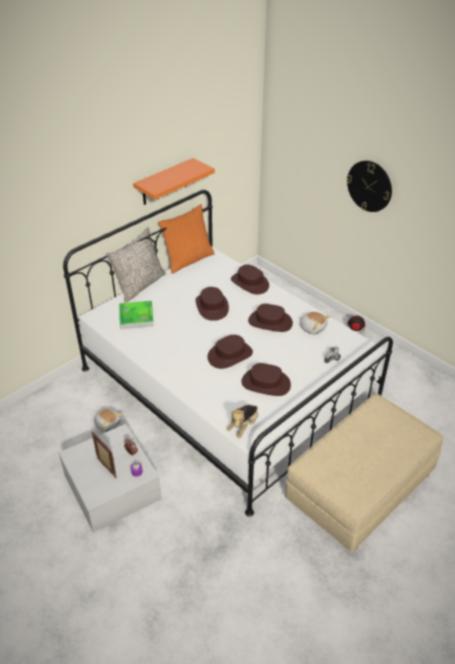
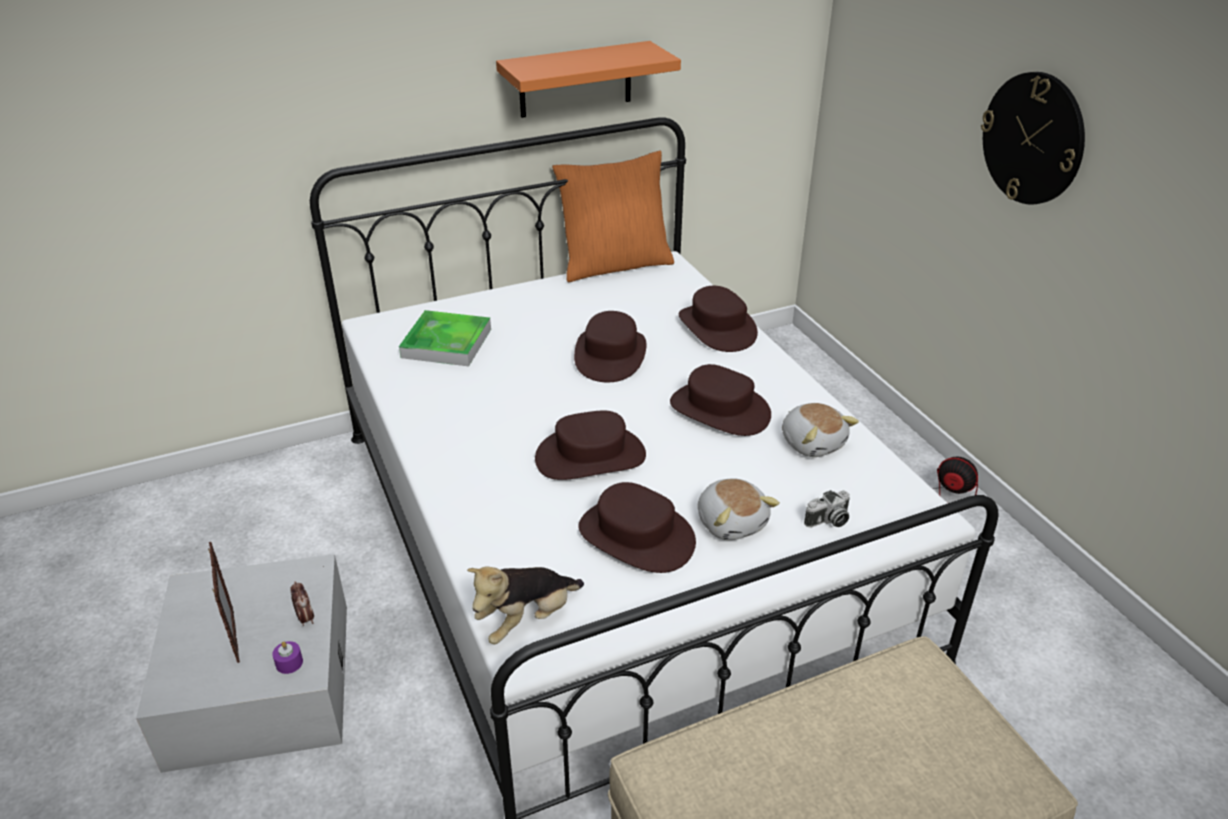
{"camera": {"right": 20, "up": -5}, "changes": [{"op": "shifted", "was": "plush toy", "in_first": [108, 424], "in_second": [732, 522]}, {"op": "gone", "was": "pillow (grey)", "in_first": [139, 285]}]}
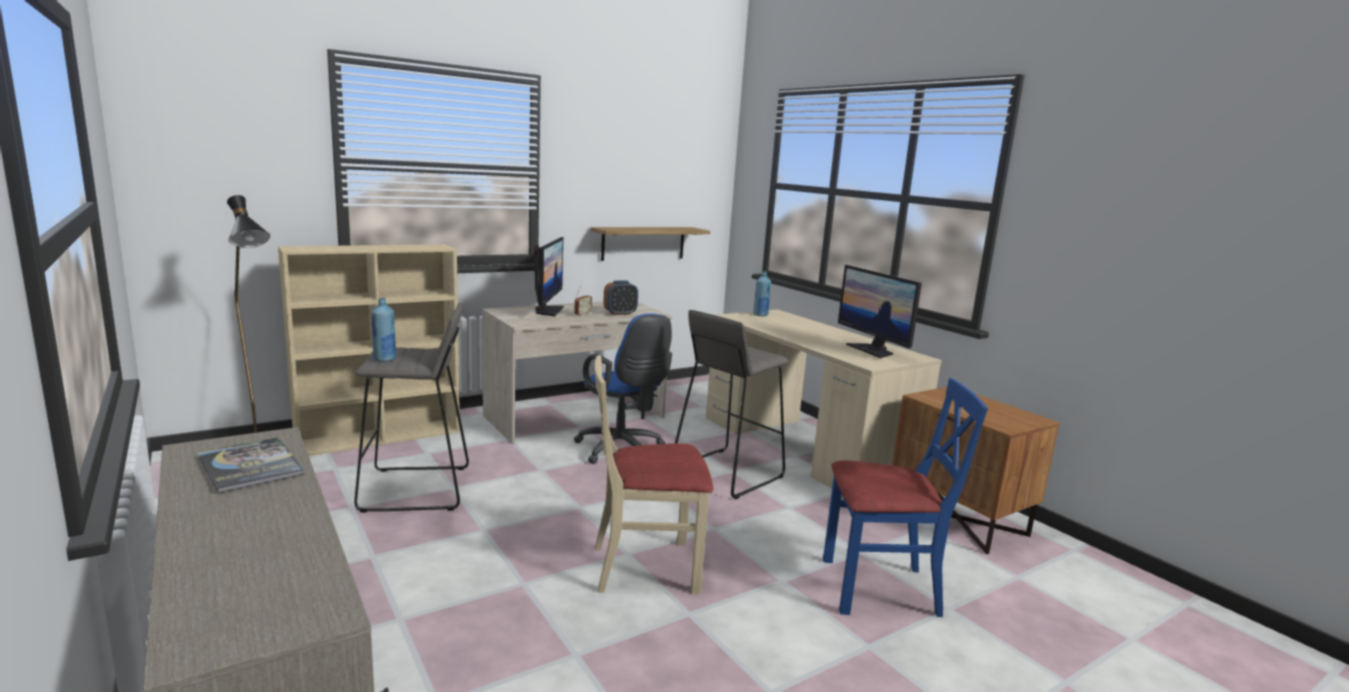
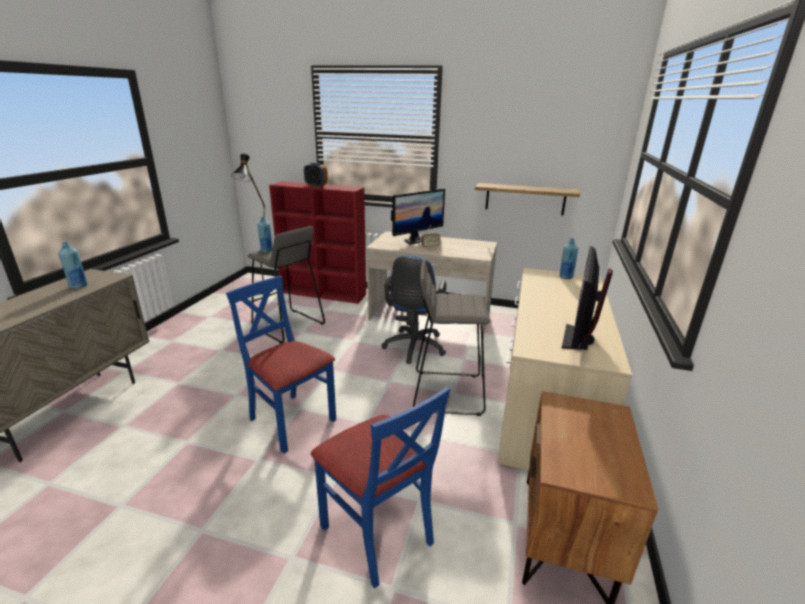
{"camera": {"right": 50, "up": 10}, "changes": [{"op": "swapped", "was": "book", "now": "bottle (blue)", "in_first": [250, 466], "in_second": [78, 286]}, {"op": "repainted", "was": "chair (beige)", "now": "chair (blue)", "in_first": [645, 567], "in_second": [291, 420]}, {"op": "repainted", "was": "bookcase (beige)", "now": "bookcase (red)", "in_first": [381, 436], "in_second": [324, 293]}, {"op": "shifted", "was": "alarm clock", "in_first": [620, 313], "in_second": [316, 186]}]}
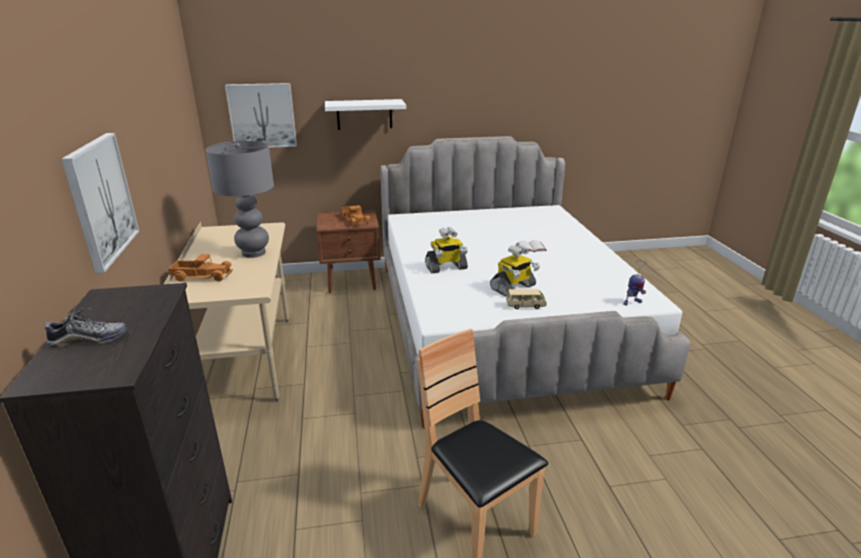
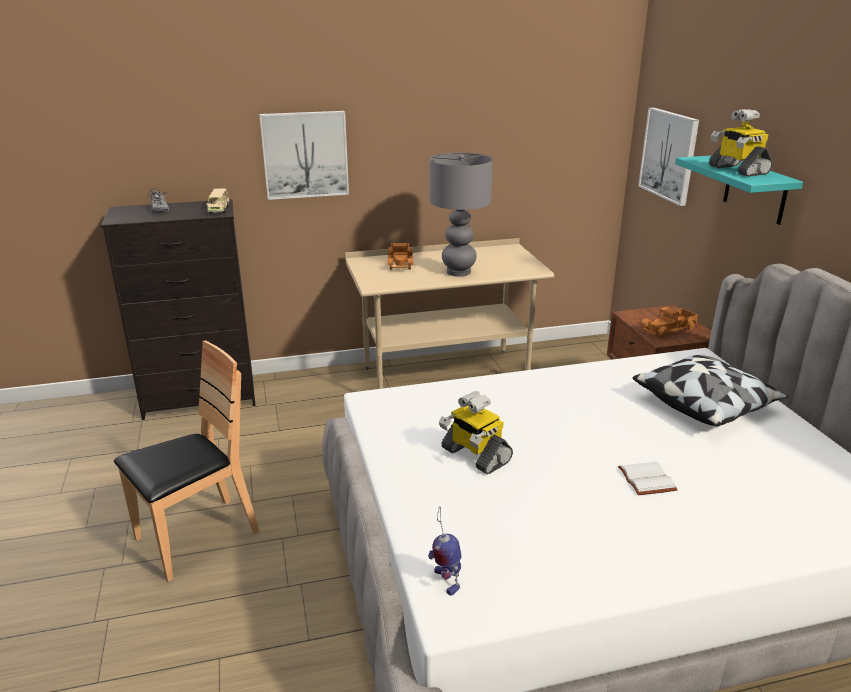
{"camera": {"right": 85, "up": 0}, "changes": [{"op": "shifted", "was": "toy car (beige)", "in_first": [525, 305], "in_second": [219, 210]}, {"op": "new", "now": "pillow", "in_second": [705, 404]}, {"op": "repainted", "was": "shelf (white)", "now": "shelf (turquoise)", "in_first": [364, 114], "in_second": [755, 190]}, {"op": "shifted", "was": "toy robot", "in_first": [446, 268], "in_second": [737, 170]}]}
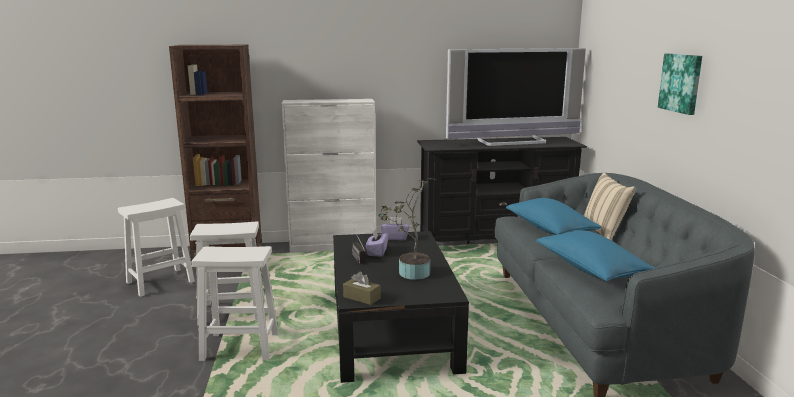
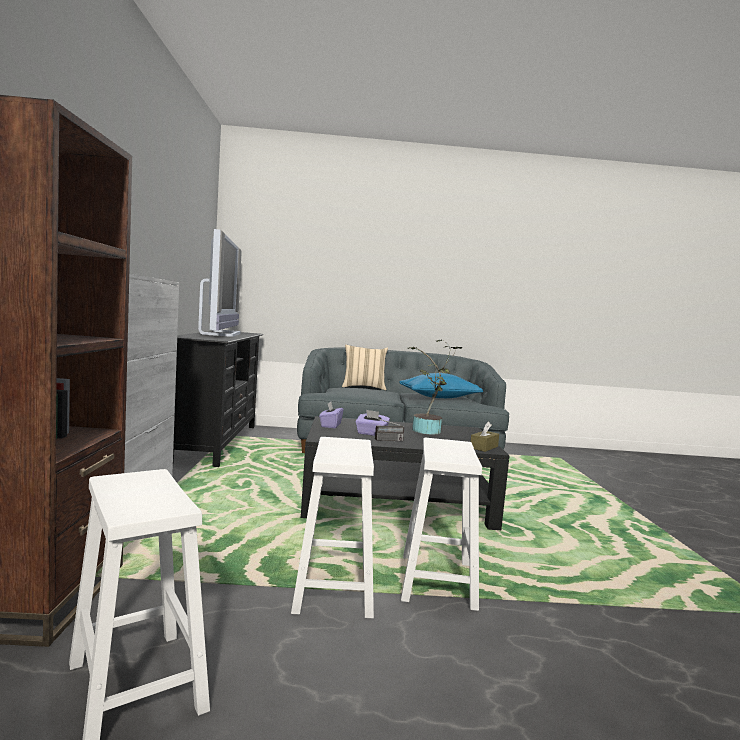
{"camera": {"right": -85, "up": -10}, "changes": [{"op": "gone", "was": "pillow (blue)", "in_first": [550, 229]}, {"op": "gone", "was": "picture", "in_first": [681, 83]}]}
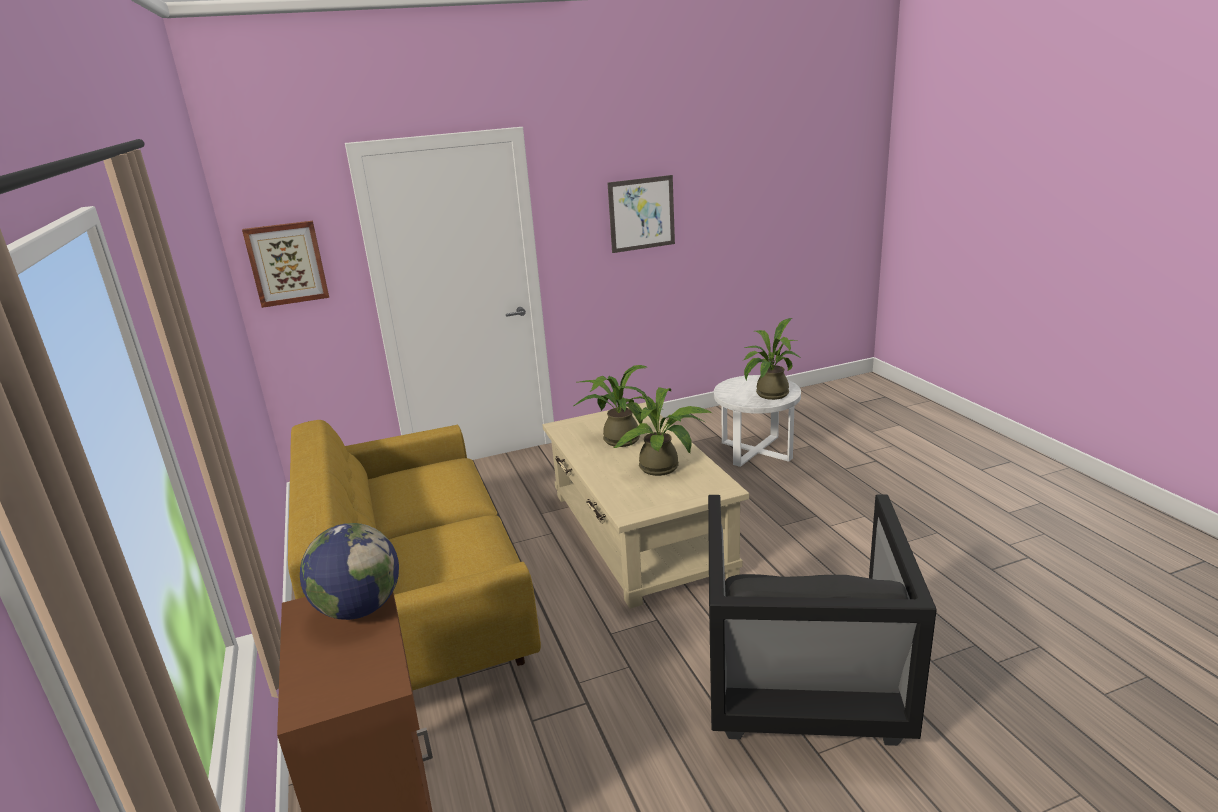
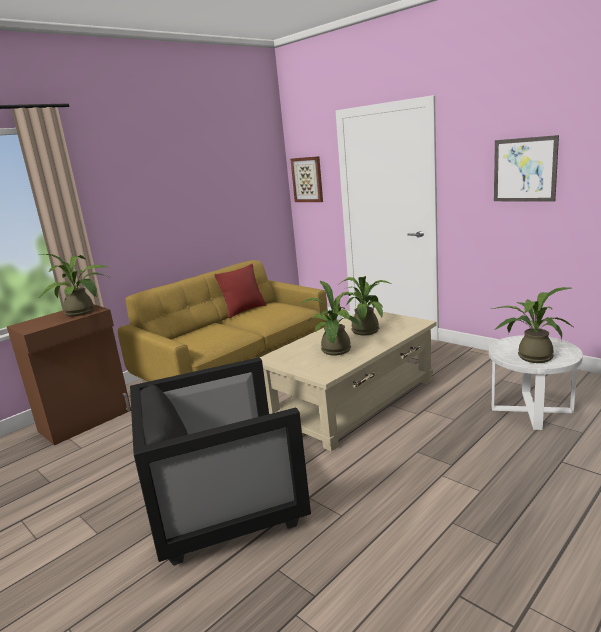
{"camera": {"right": 65, "up": -5}, "changes": [{"op": "swapped", "was": "globe", "now": "potted plant", "in_first": [359, 609], "in_second": [83, 312]}, {"op": "new", "now": "pillow (red)", "in_second": [244, 310]}]}
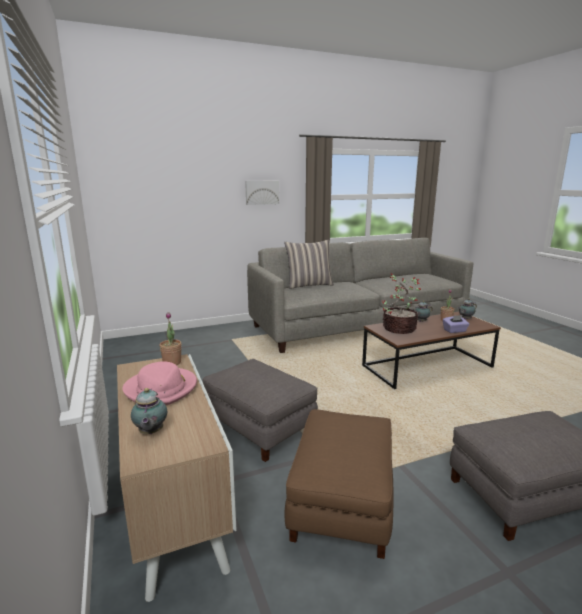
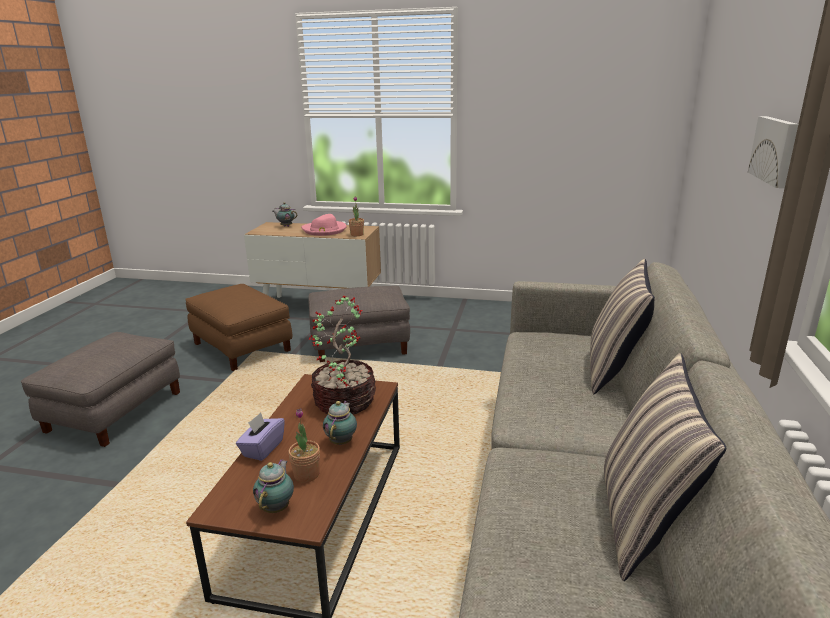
{"camera": {"right": 125, "up": 5}, "changes": [{"op": "new", "now": "pillow", "in_second": [643, 522]}]}
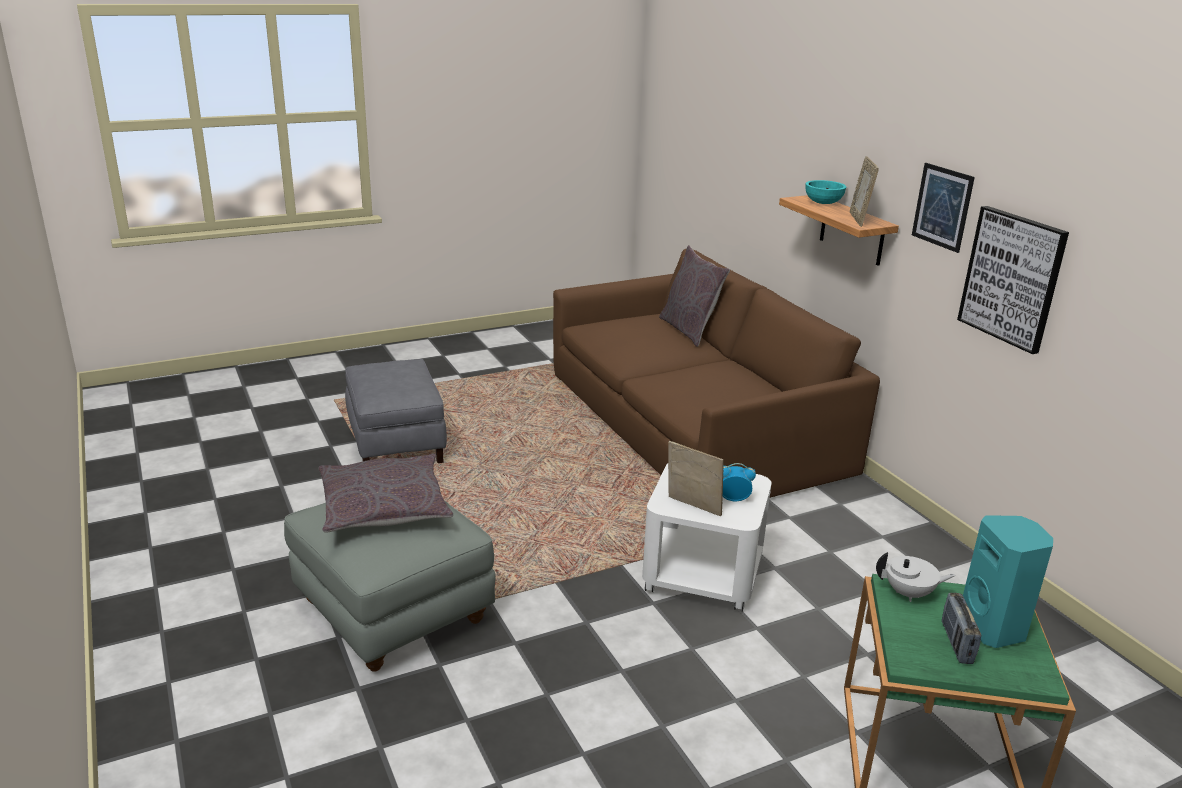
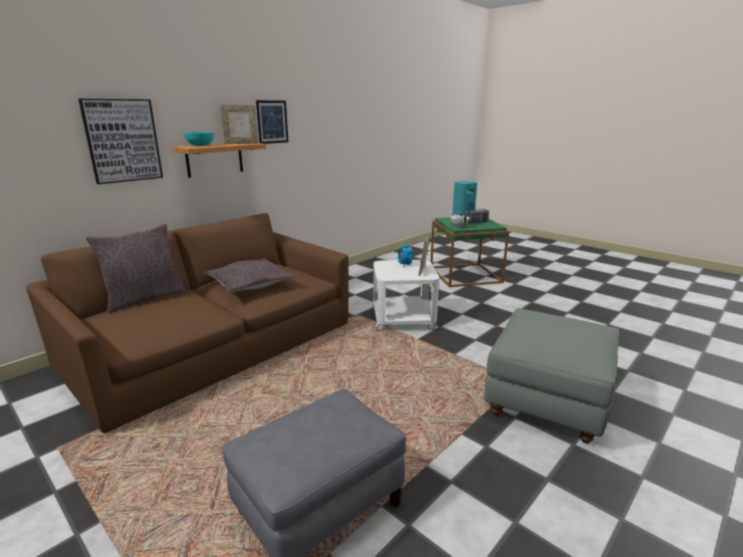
{"camera": {"right": -110, "up": -5}, "changes": [{"op": "shifted", "was": "picture", "in_first": [1012, 278], "in_second": [122, 140]}, {"op": "shifted", "was": "pillow (grey)", "in_first": [384, 506], "in_second": [249, 284]}]}
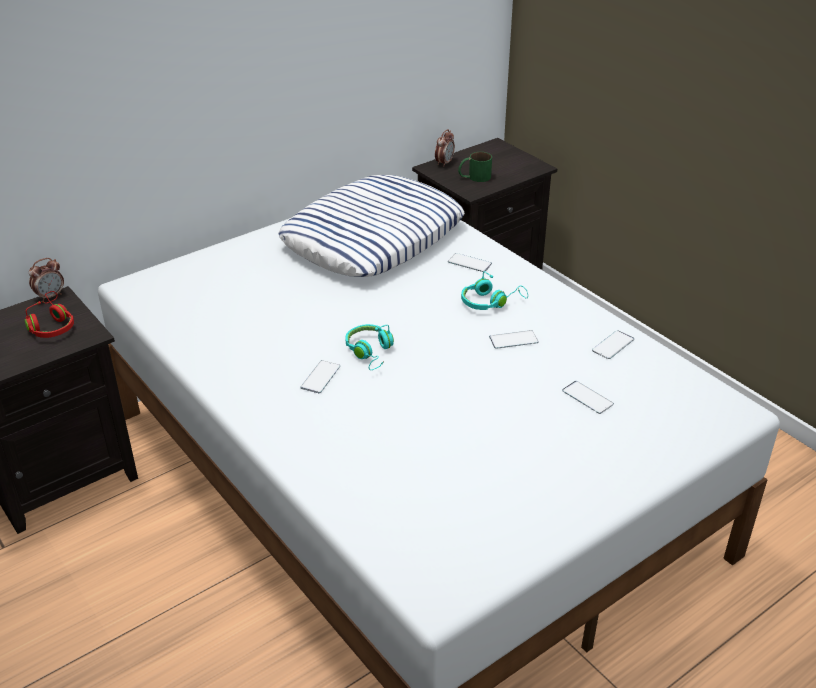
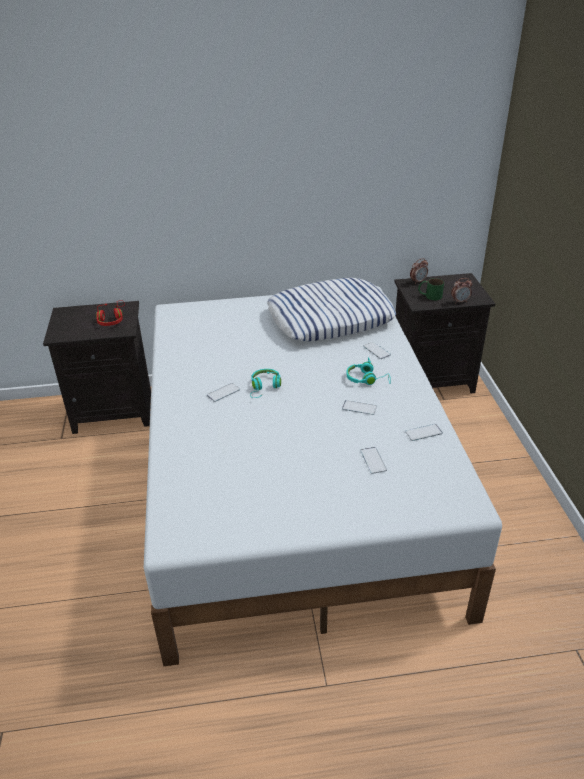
{"camera": {"right": 30, "up": 0}, "changes": [{"op": "shifted", "was": "alarm clock", "in_first": [50, 296], "in_second": [460, 301]}]}
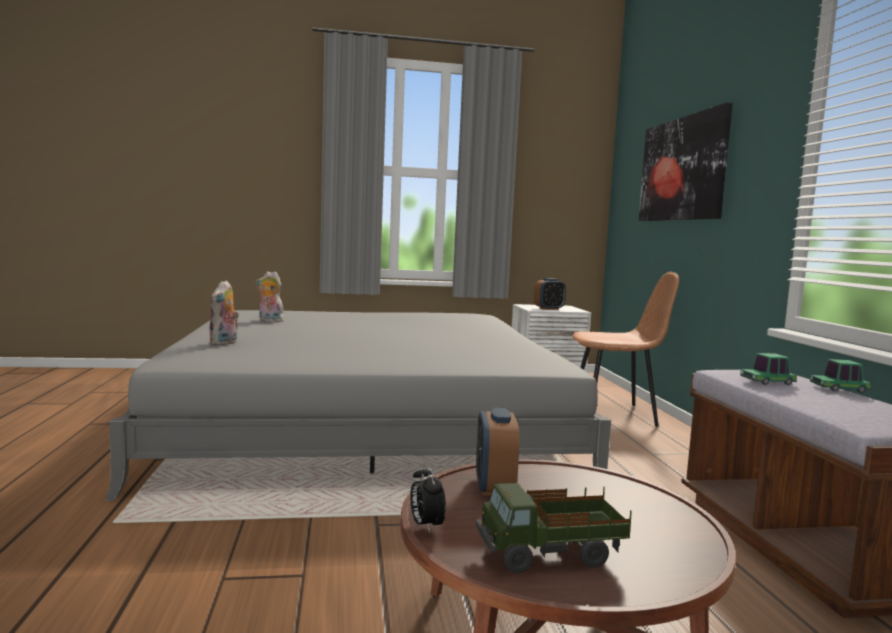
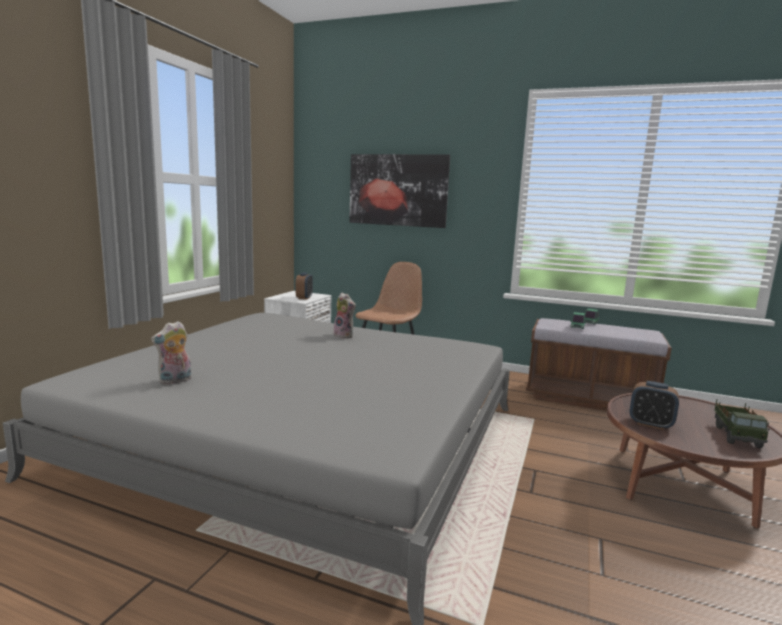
{"camera": {"right": -60, "up": 5}, "changes": [{"op": "shifted", "was": "plush toy", "in_first": [224, 343], "in_second": [345, 335]}, {"op": "gone", "was": "alarm clock", "in_first": [425, 525]}]}
